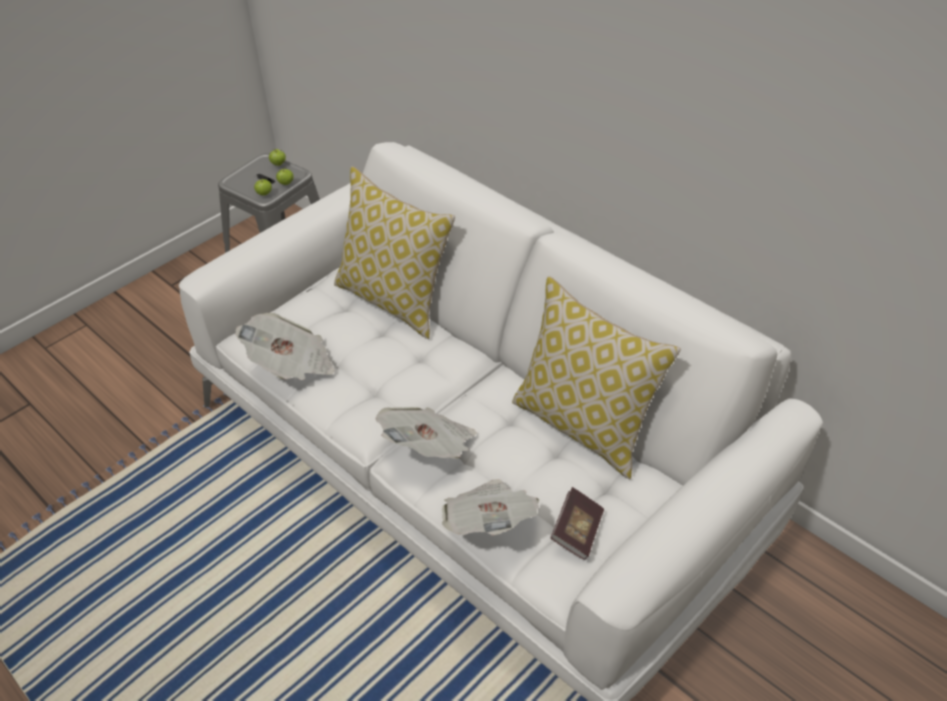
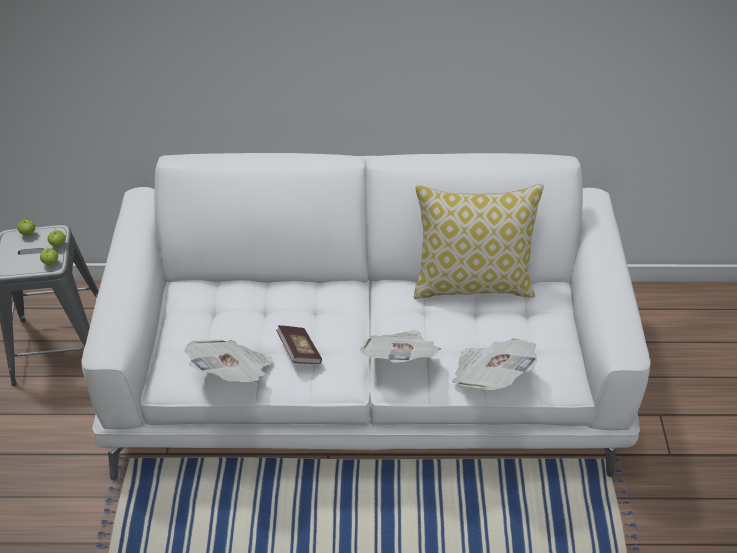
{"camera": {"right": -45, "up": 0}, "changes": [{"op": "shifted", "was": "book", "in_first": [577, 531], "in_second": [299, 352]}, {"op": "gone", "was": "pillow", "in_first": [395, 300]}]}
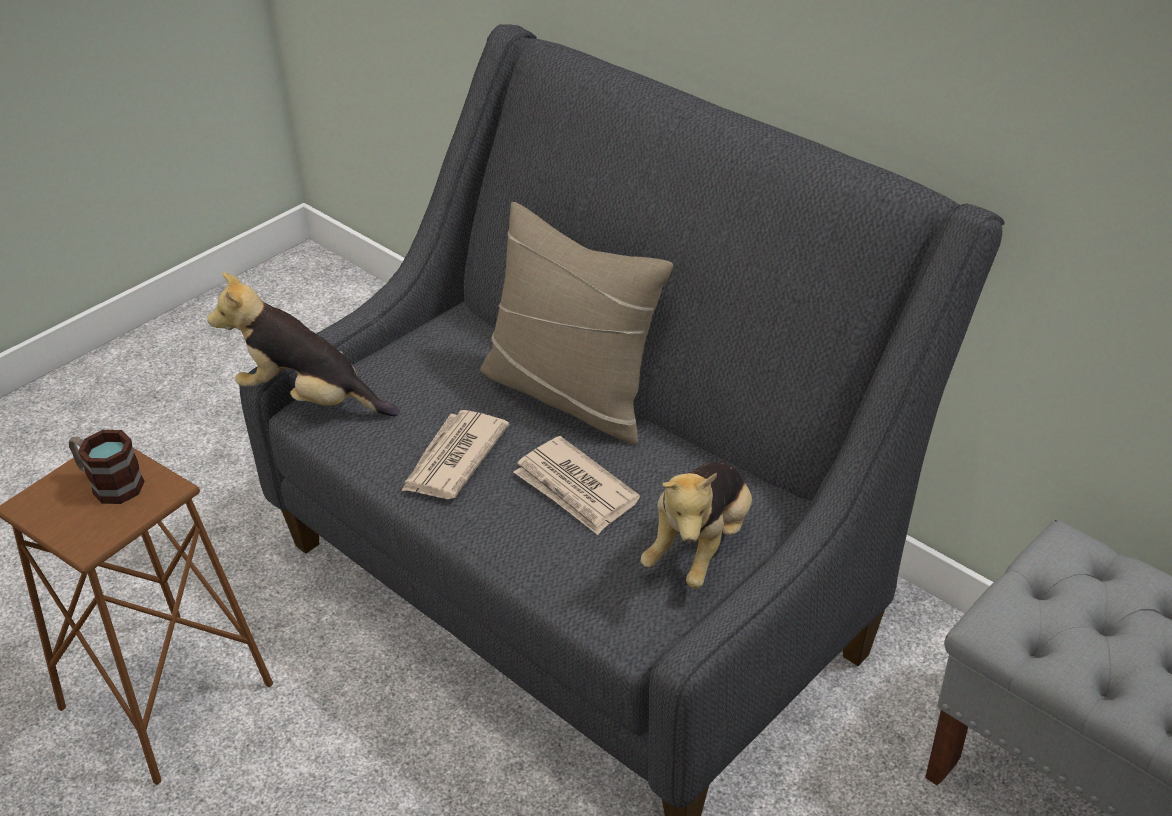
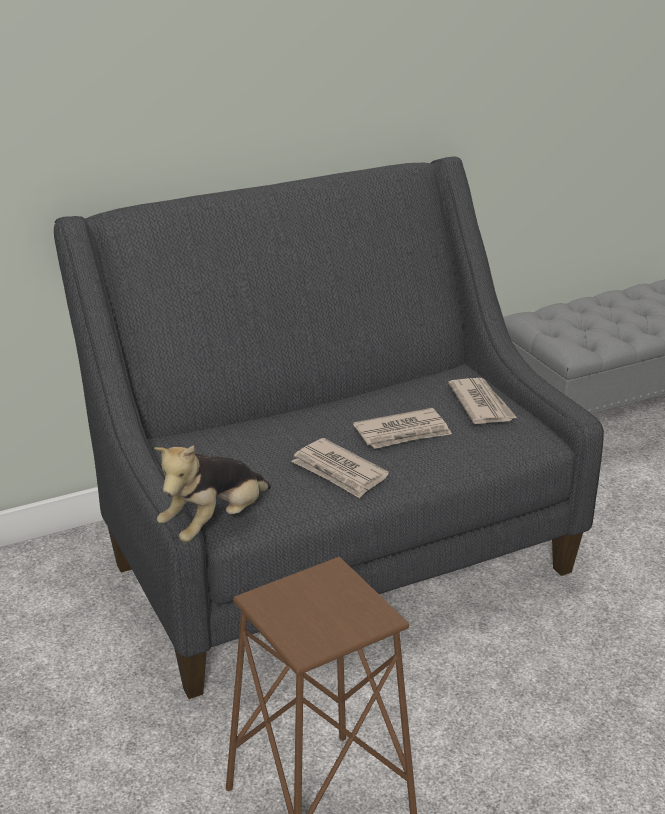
{"camera": {"right": -70, "up": -10}, "changes": [{"op": "swapped", "was": "plush toy", "now": "newspaper", "in_first": [700, 546], "in_second": [481, 404]}, {"op": "gone", "was": "mug", "in_first": [109, 484]}, {"op": "gone", "was": "pillow (beige)", "in_first": [571, 395]}]}
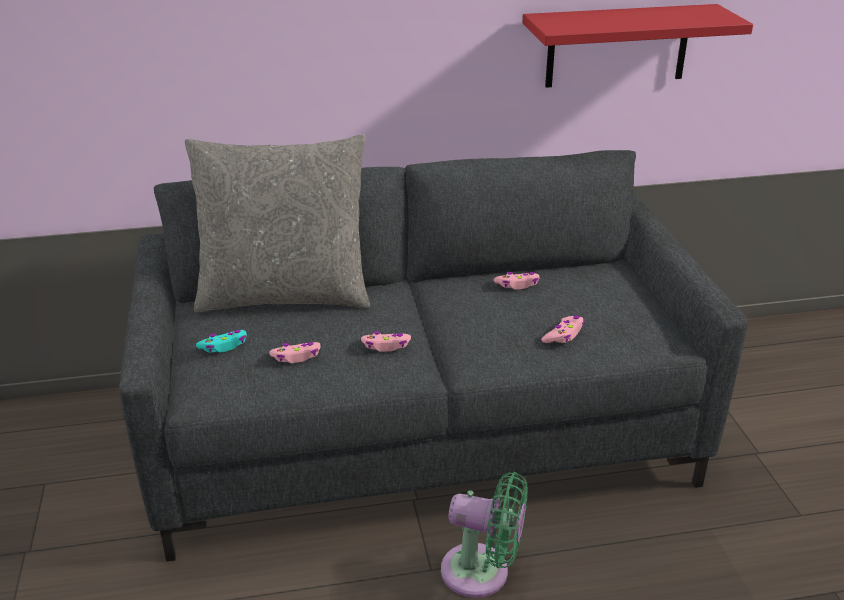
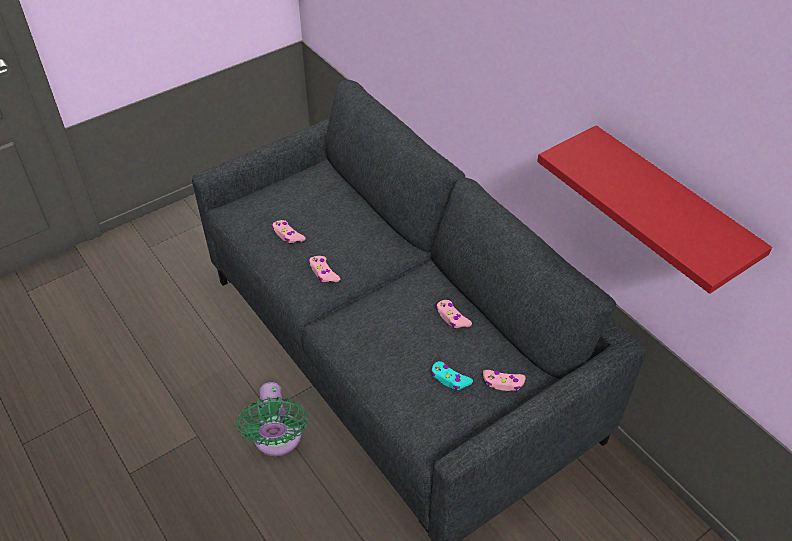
{"camera": {"right": 65, "up": 15}, "changes": [{"op": "shifted", "was": "game controller (turquoise)", "in_first": [224, 346], "in_second": [450, 379]}, {"op": "shifted", "was": "game controller (pink)", "in_first": [564, 335], "in_second": [503, 383]}, {"op": "gone", "was": "pillow (grey)", "in_first": [285, 295]}]}
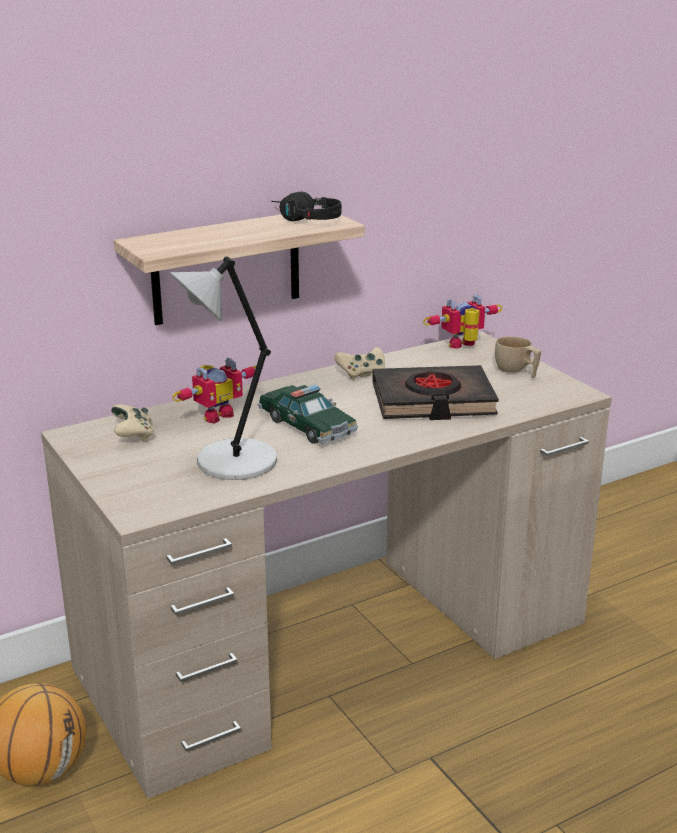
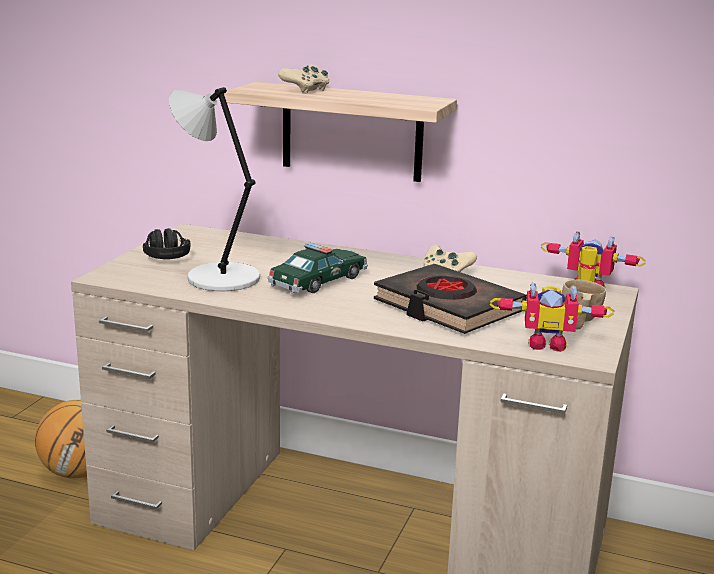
{"camera": {"right": 50, "up": -5}, "changes": [{"op": "shifted", "was": "headphones (black)", "in_first": [303, 220], "in_second": [165, 254]}, {"op": "rotated", "was": "toy car", "in_first": [307, 426], "in_second": [318, 281], "clockwise": -150}, {"op": "shifted", "was": "game controller (beige)", "in_first": [133, 435], "in_second": [305, 90]}, {"op": "shifted", "was": "toy robot", "in_first": [215, 415], "in_second": [547, 343]}]}
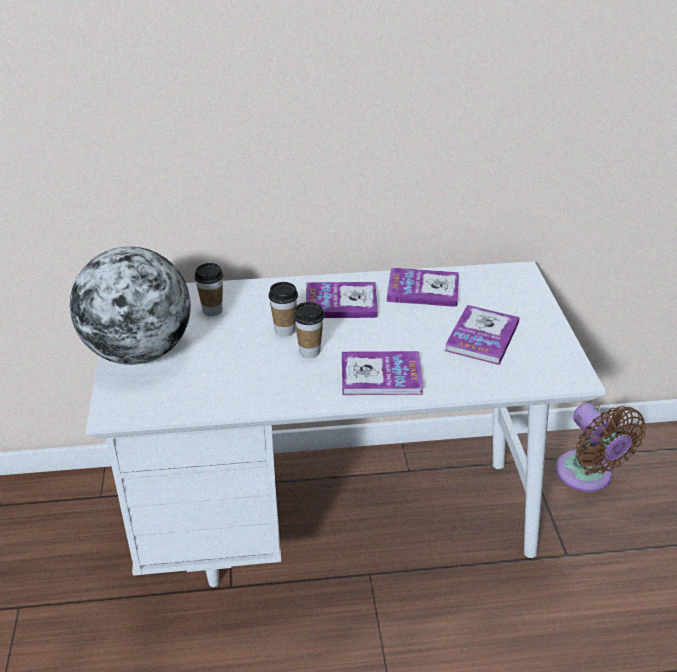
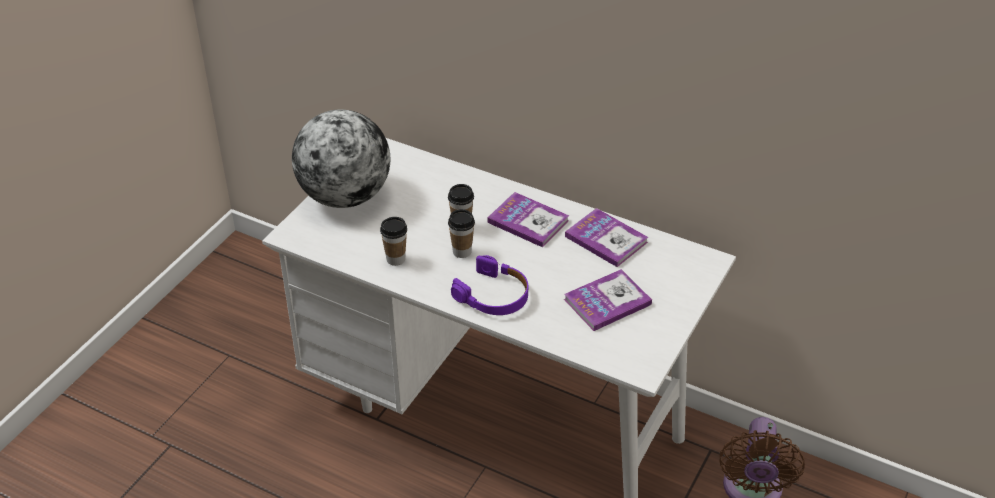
{"camera": {"right": 35, "up": 5}, "changes": [{"op": "shifted", "was": "cup", "in_first": [212, 310], "in_second": [395, 259]}, {"op": "swapped", "was": "book", "now": "headphones (purple)", "in_first": [381, 375], "in_second": [493, 295]}]}
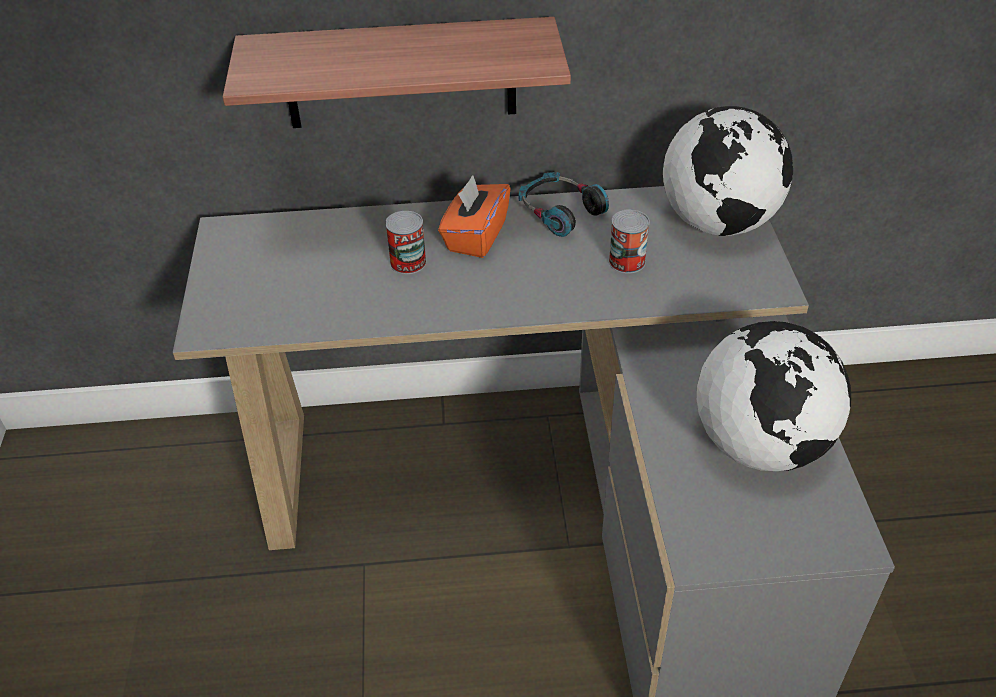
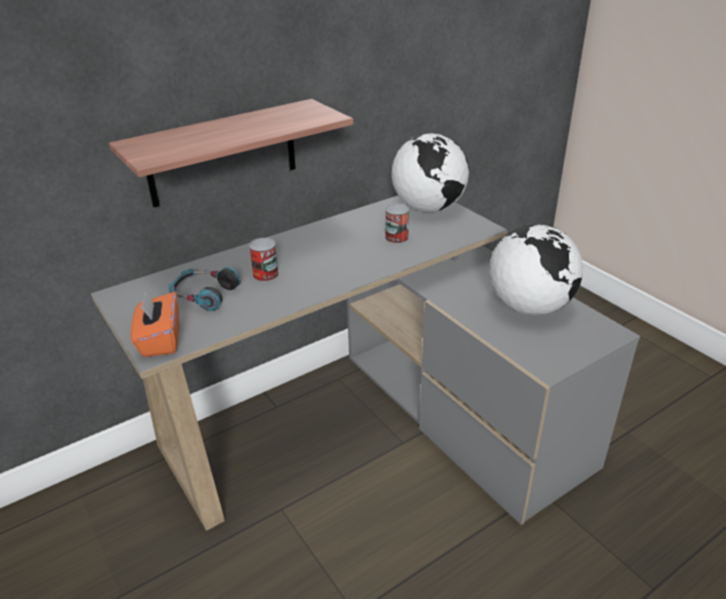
{"camera": {"right": -30, "up": -10}, "changes": [{"op": "shifted", "was": "tissue box (orange)", "in_first": [475, 236], "in_second": [160, 340]}, {"op": "shifted", "was": "headphones", "in_first": [560, 211], "in_second": [204, 295]}]}
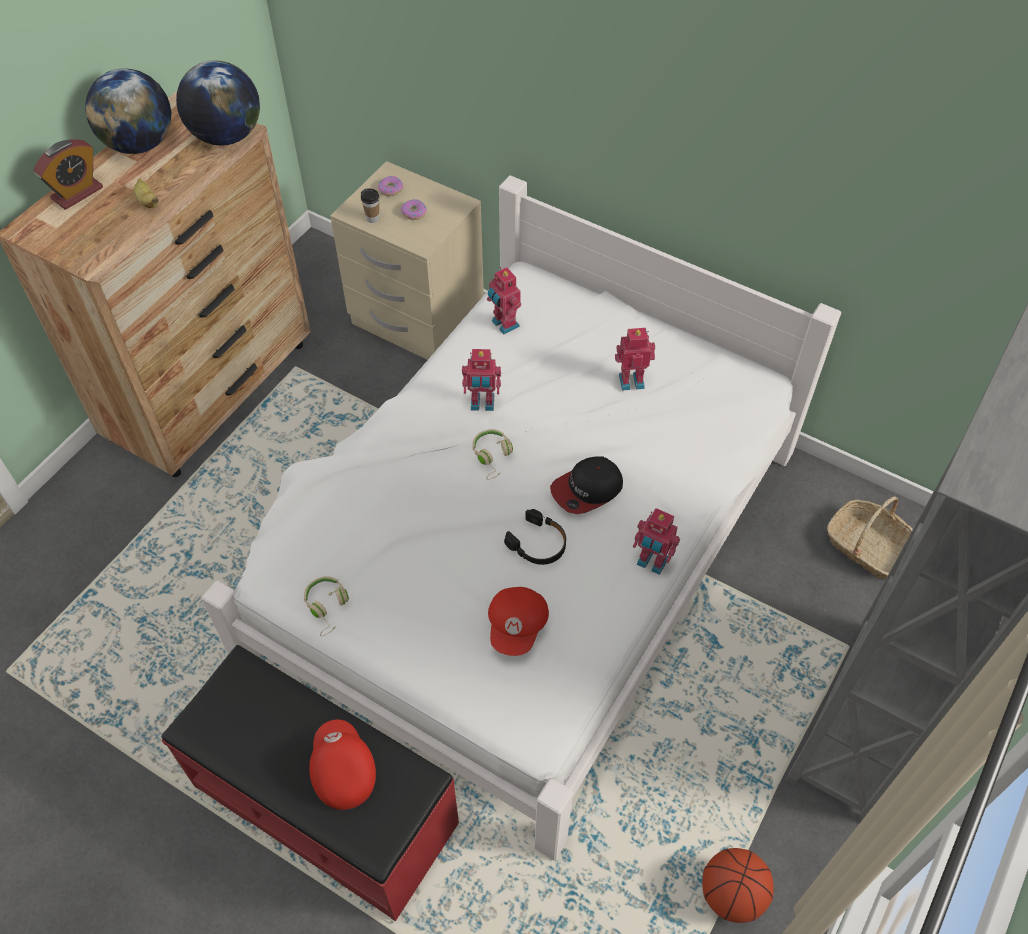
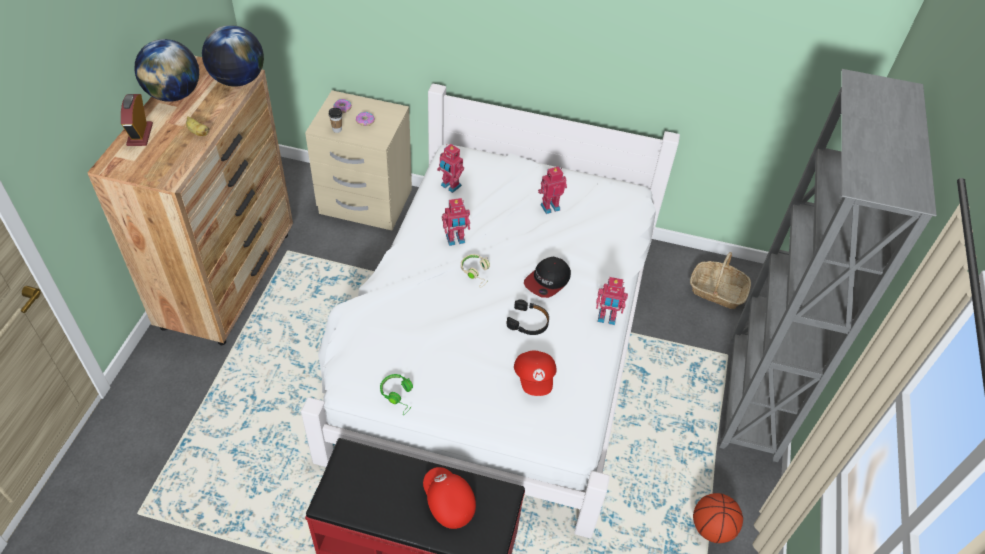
{"camera": {"right": -20, "up": -5}, "changes": [{"op": "rotated", "was": "alarm clock", "in_first": [77, 193], "in_second": [140, 134], "clockwise": 150}, {"op": "repainted", "was": "headphones (beige)", "now": "headphones (green)", "in_first": [327, 607], "in_second": [398, 395]}]}
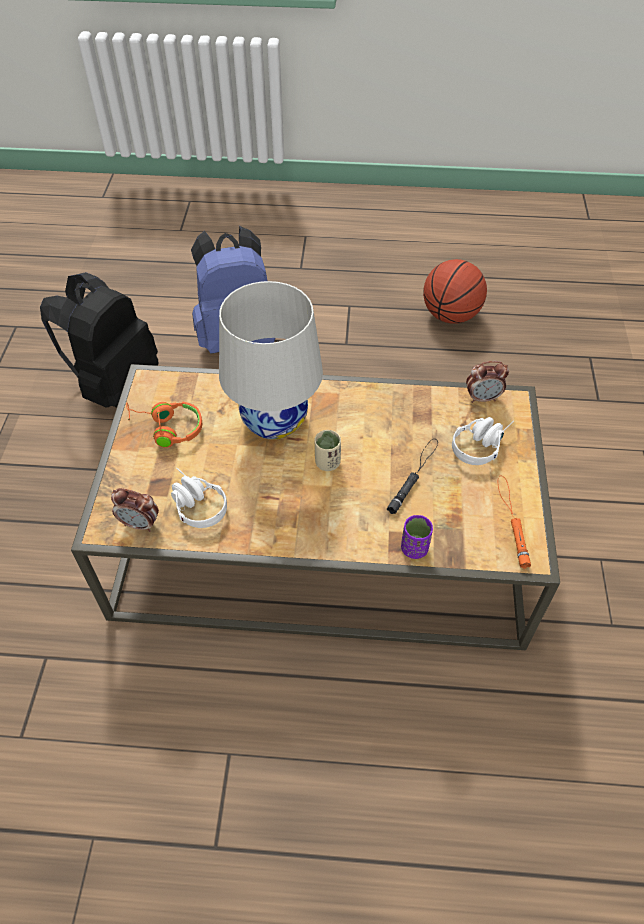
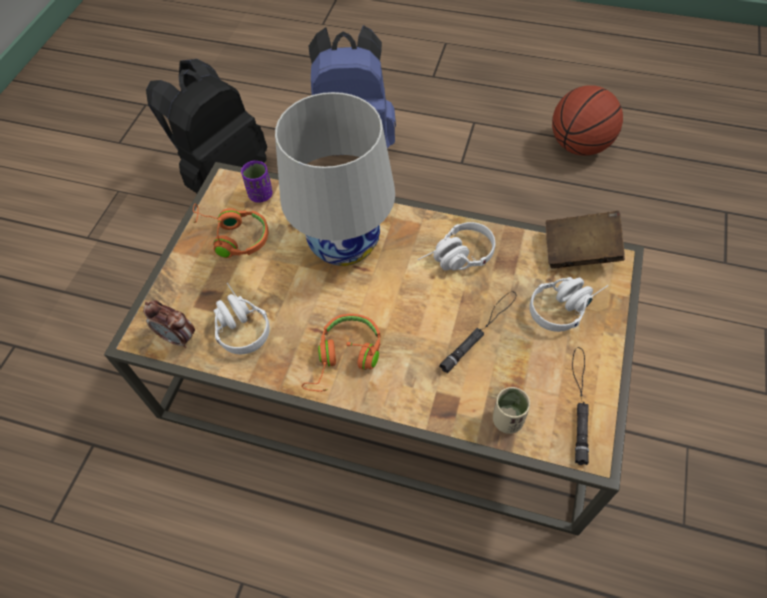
{"camera": {"right": 15, "up": 5}, "changes": [{"op": "shifted", "was": "cup (purple)", "in_first": [414, 548], "in_second": [261, 195]}, {"op": "new", "now": "headphones (orange)", "in_second": [345, 358]}, {"op": "new", "now": "headphones (white)", "in_second": [456, 258]}, {"op": "shifted", "was": "cup (beige)", "in_first": [327, 463], "in_second": [507, 420]}, {"op": "swapped", "was": "alarm clock", "now": "book (brown)", "in_first": [482, 398], "in_second": [579, 252]}, {"op": "repainted", "was": "flashlight (orange)", "now": "flashlight (black)", "in_first": [512, 520], "in_second": [579, 403]}]}
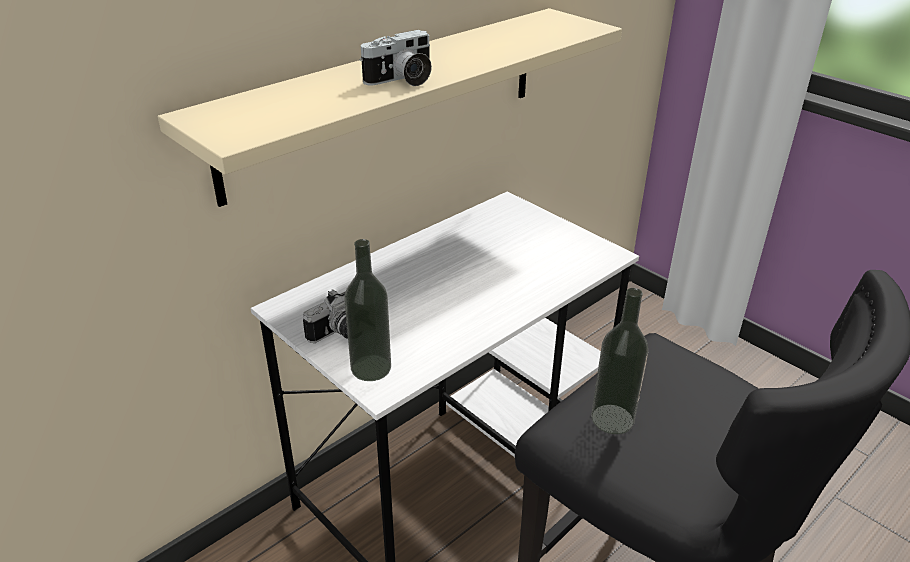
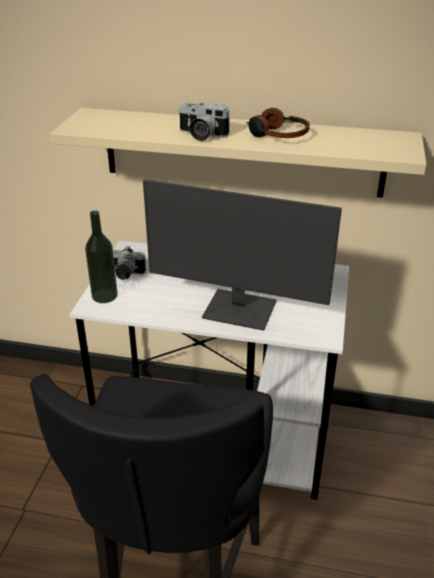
{"camera": {"right": 55, "up": 0}, "changes": [{"op": "new", "now": "monitor", "in_second": [239, 311]}, {"op": "new", "now": "headphones", "in_second": [277, 135]}, {"op": "gone", "was": "bottle", "in_first": [612, 419]}]}
